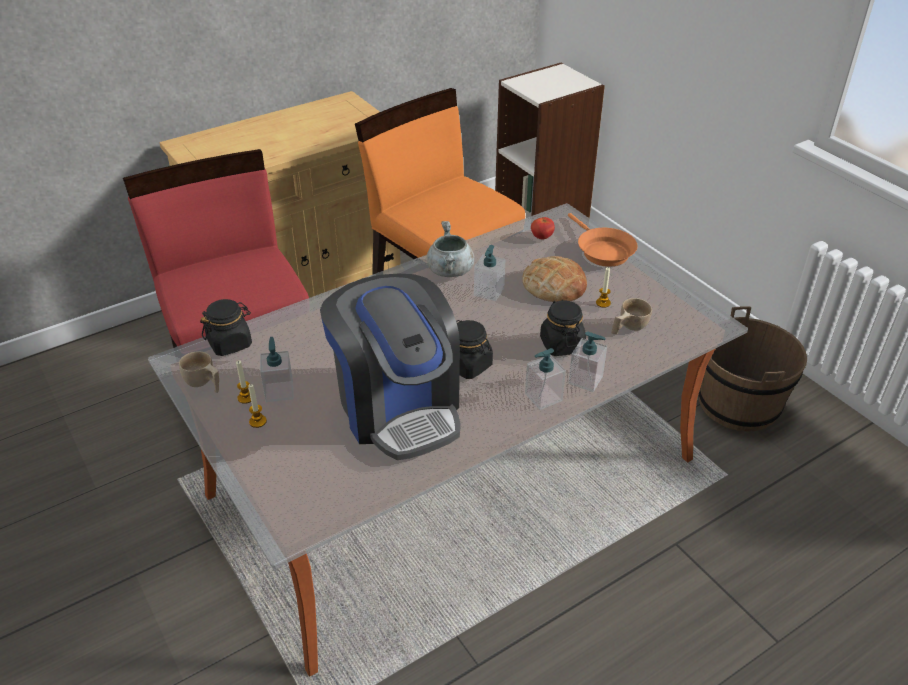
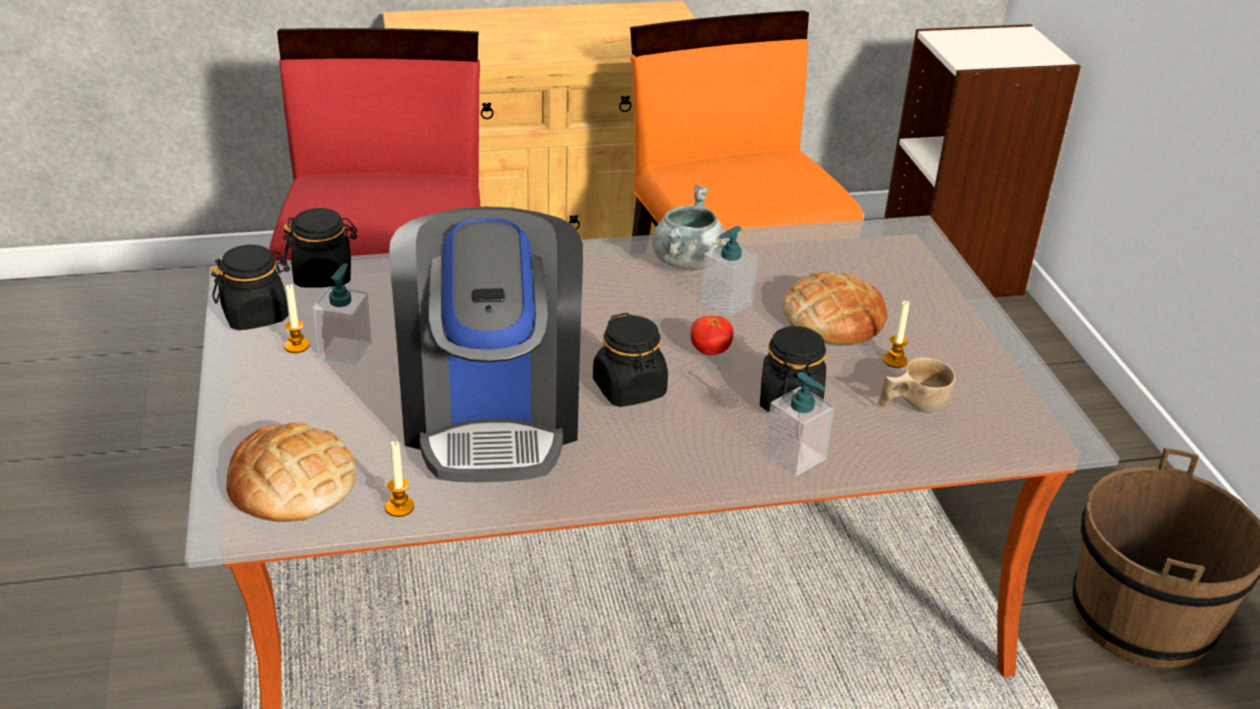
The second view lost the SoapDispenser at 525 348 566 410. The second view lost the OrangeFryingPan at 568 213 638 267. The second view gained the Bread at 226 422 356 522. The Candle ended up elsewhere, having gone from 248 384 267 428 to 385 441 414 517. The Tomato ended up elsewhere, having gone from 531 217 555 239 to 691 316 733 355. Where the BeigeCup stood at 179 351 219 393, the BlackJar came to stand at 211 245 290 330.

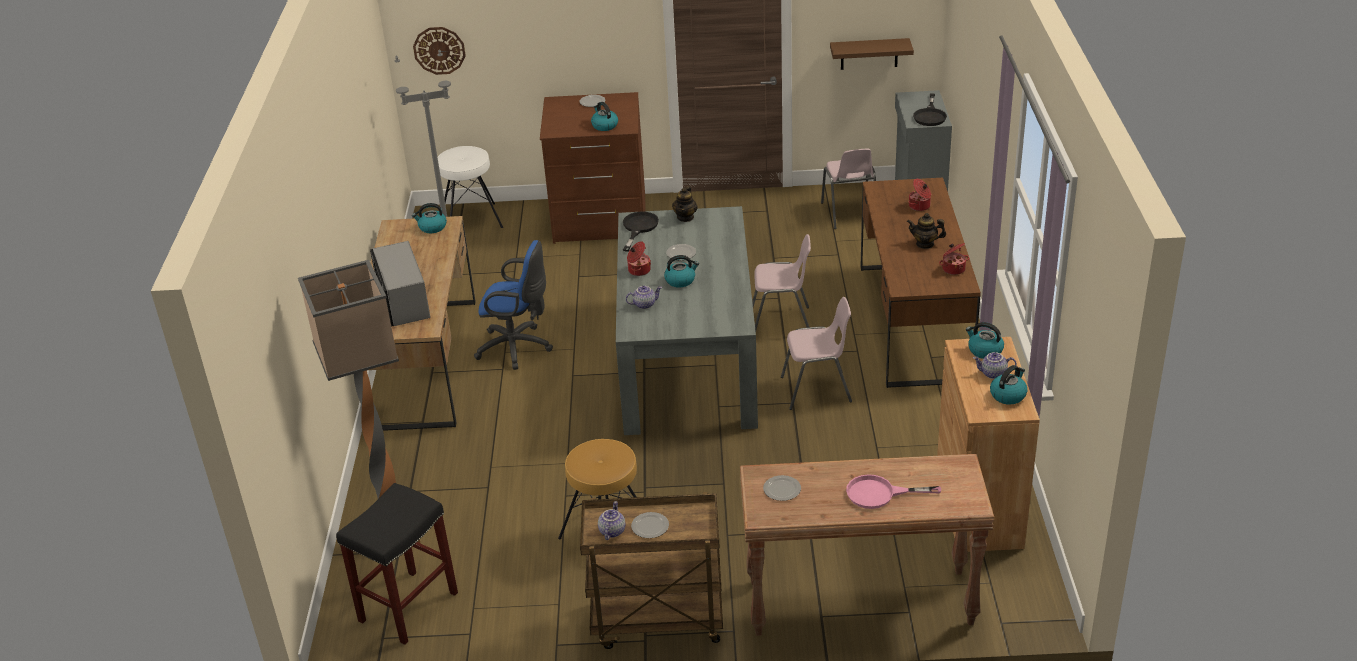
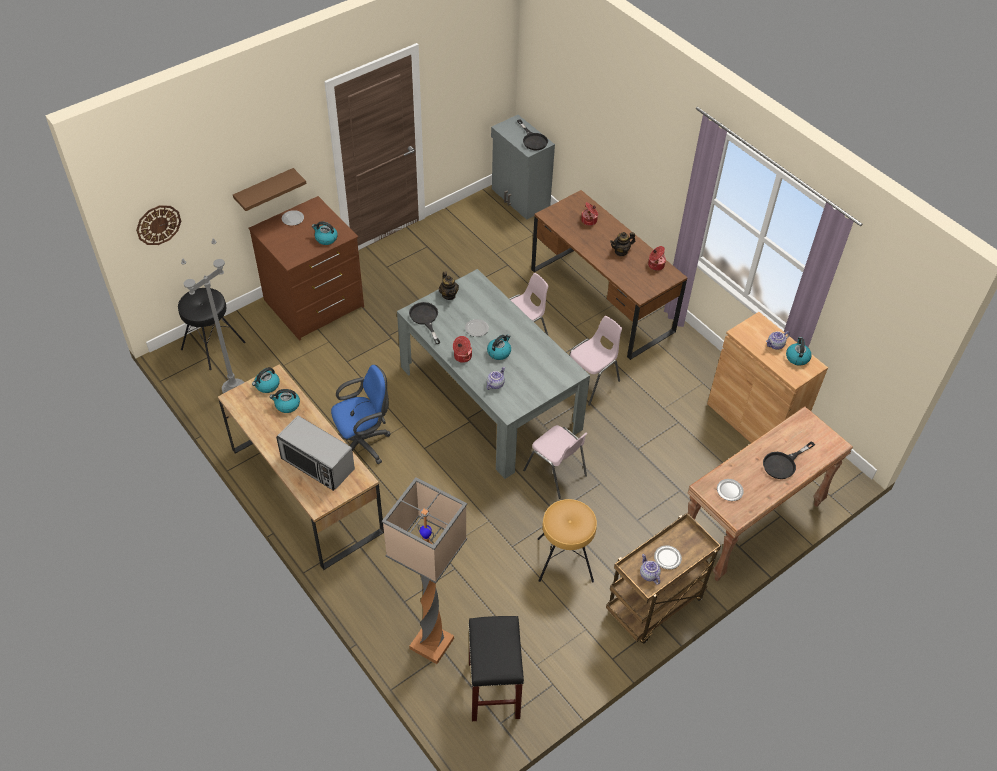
The PinkChair ended up elsewhere, having gone from 821 149 876 229 to 523 425 588 499. The BrownShelf ended up elsewhere, having gone from 830 38 914 70 to 233 168 307 211. The Kettle ended up elsewhere, having gone from 966 322 1004 359 to 269 389 300 413. What was the WhiteStool at 438 146 503 228 turned into the BlackStool at 178 288 246 370. What was the PinkFryingPan at 846 474 941 509 turned into the BlackFryingPan at 763 441 815 479.

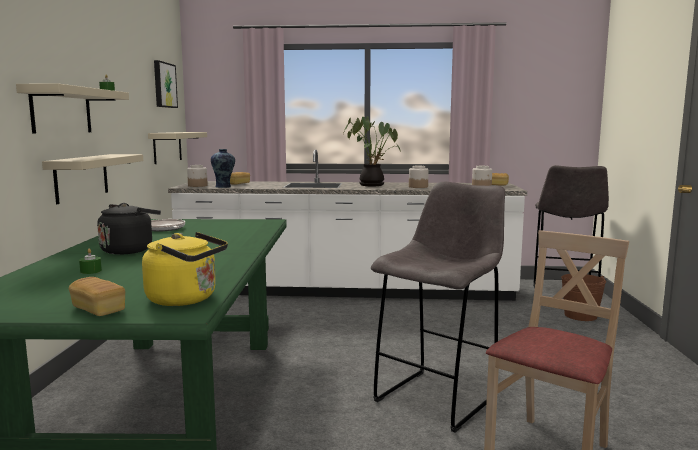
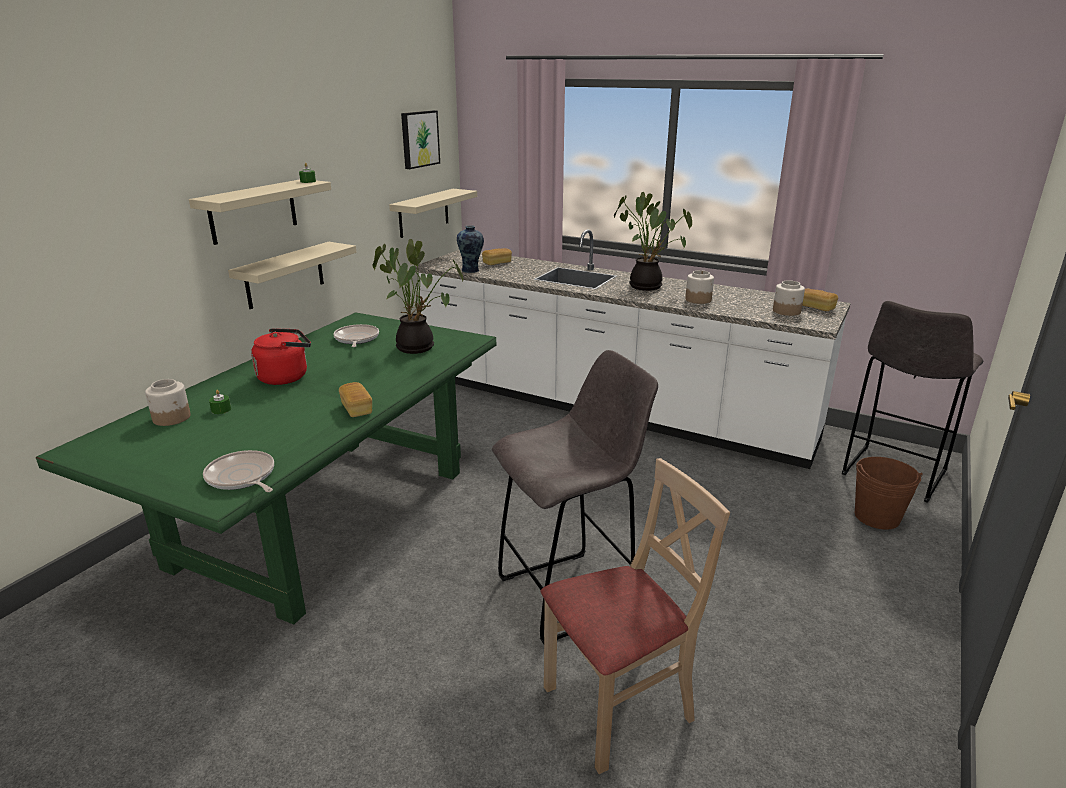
The second view gained the PottedPlant at 372 239 463 354. The Bread ended up elsewhere, having gone from 69 277 125 316 to 339 382 372 417. The Jar ended up elsewhere, having gone from 187 165 208 187 to 145 379 191 426. Where the YellowKettle stood at 142 232 228 306, the FryingPan came to stand at 203 450 274 492. What was the BlackKettle at 97 203 161 255 turned into the RedKettle at 251 328 311 385.

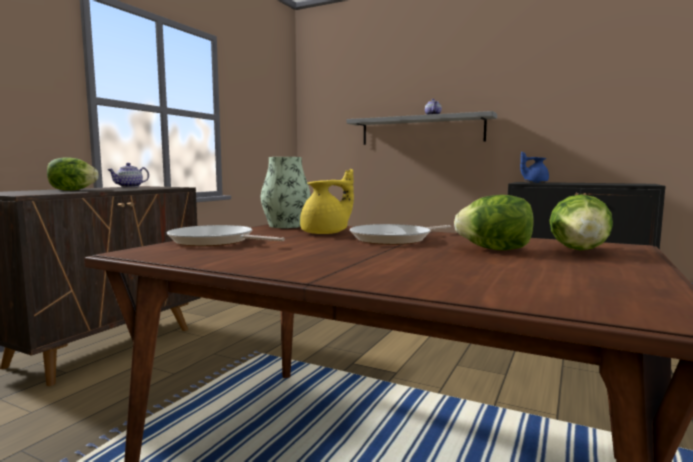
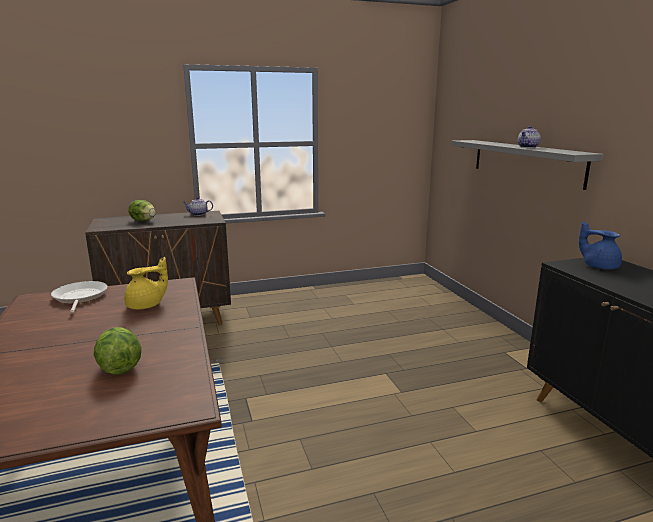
The second view lost the Vase at 261 157 311 228. The second view lost the FryingPan at 350 224 451 245. The second view lost the Lettuce at 549 194 613 250. The YellowTeapot at 300 169 354 234 ended up facing another way, 45 degrees counterclockwise from before.

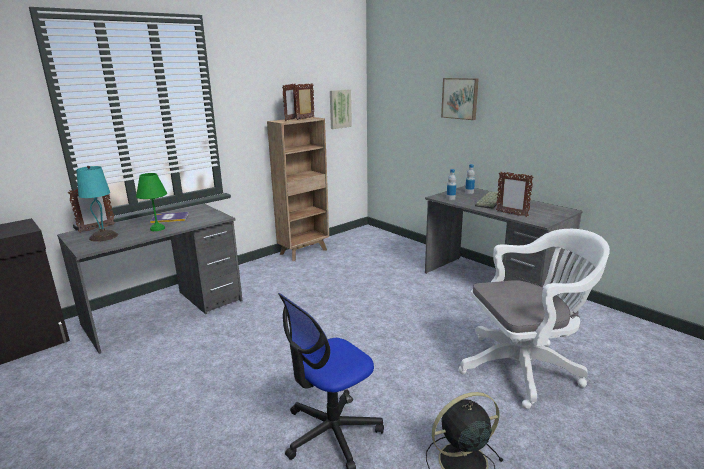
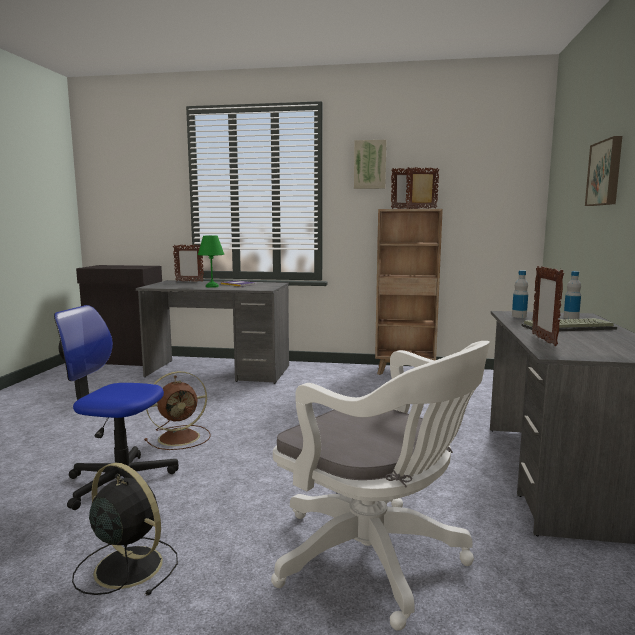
The second view lost the TurquoiseTableLamp at 76 166 118 242. The second view gained the BrownFan at 144 371 211 450. The Picture ended up elsewhere, having gone from 330 89 352 129 to 354 140 387 189.

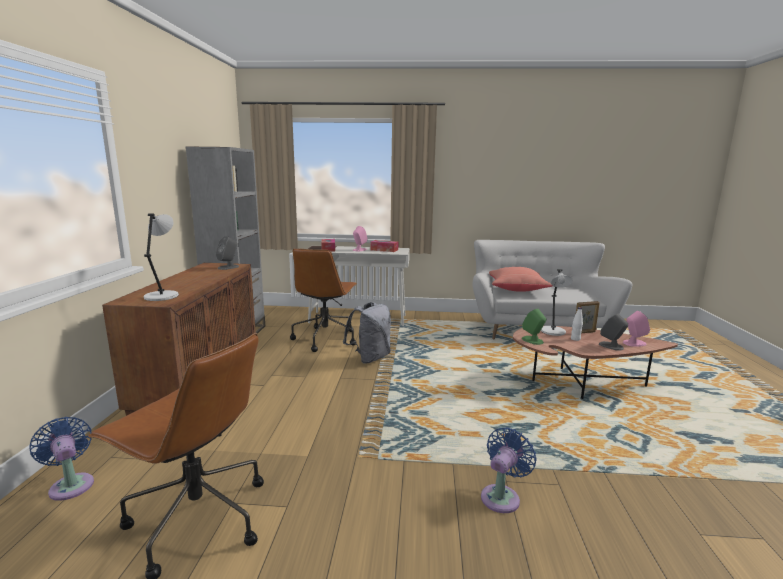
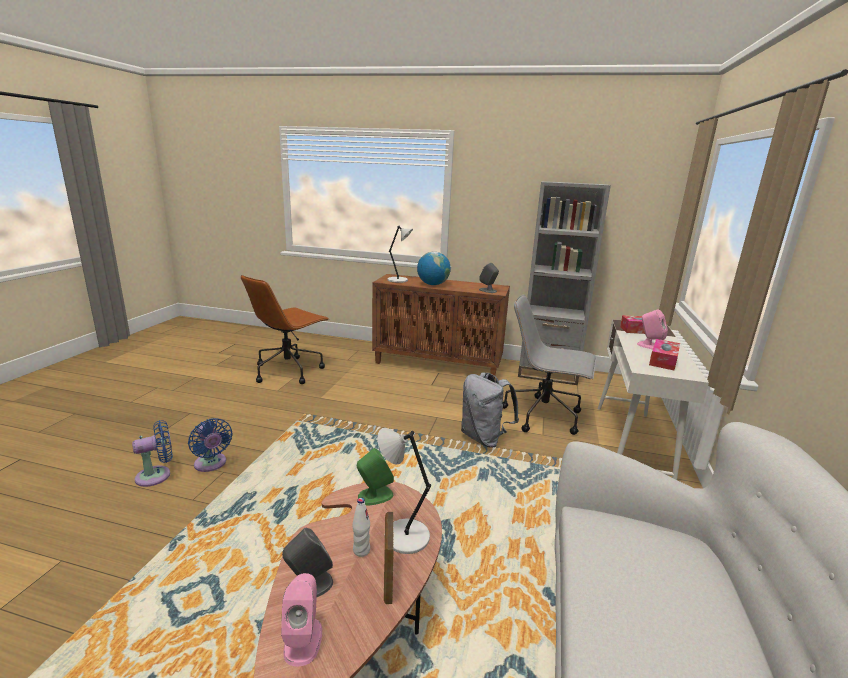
The second view lost the RedPillow at 489 267 553 292. The second view gained the Globe at 417 252 451 285. The BlueFan ended up elsewhere, having gone from 29 417 94 501 to 132 421 173 487. What was the BrownOfficeChair at 290 248 357 352 turned into the GreyOfficeChair at 502 295 597 435.

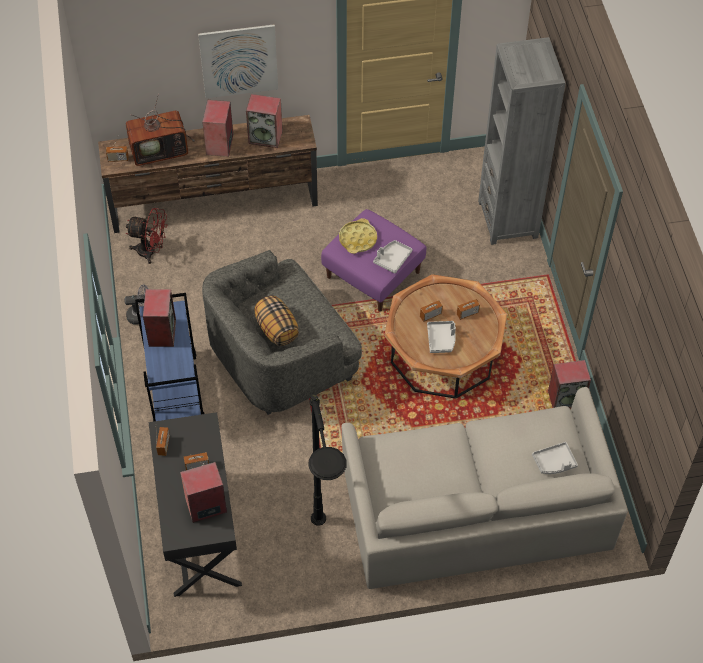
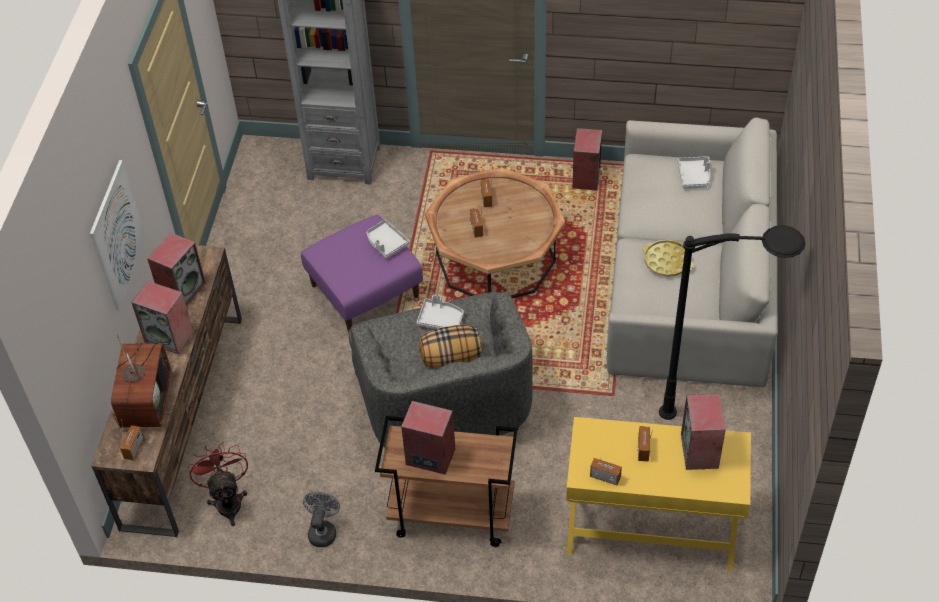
The YellowTray ended up elsewhere, having gone from 339 218 377 254 to 642 240 693 277. The GreyTray ended up elsewhere, having gone from 427 321 456 353 to 416 295 464 329. What was the BlueCart at 135 293 205 422 turned into the BrownCart at 375 416 518 547. What was the BlackDesk at 149 412 242 597 turned into the YellowDesk at 566 417 751 572. The RedFan at 126 208 167 264 ended up facing another way, 45 degrees counterclockwise from before.

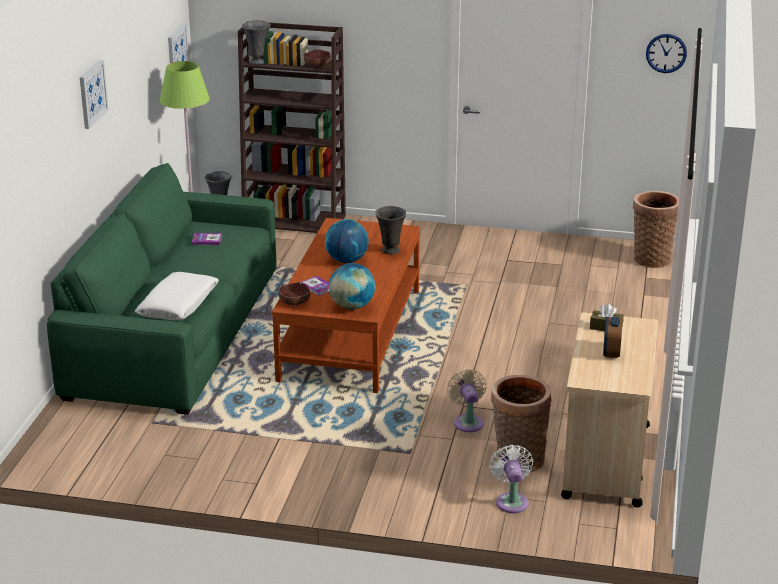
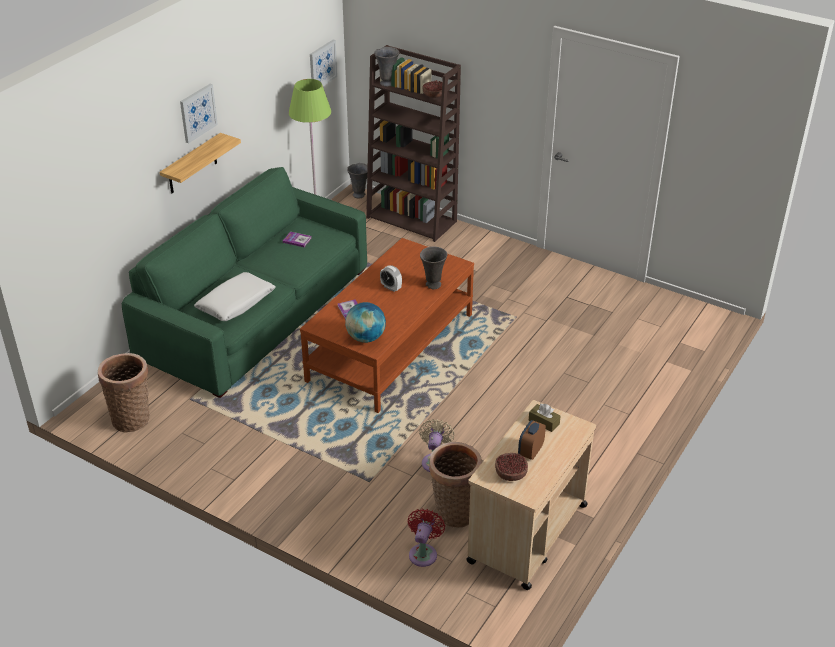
The second view lost the WallClock at 646 34 687 73. The second view gained the Shelf at 160 133 241 193. The Bowl ended up elsewhere, having gone from 278 282 310 305 to 495 453 528 481. The Basket ended up elsewhere, having gone from 633 191 679 268 to 98 353 150 432. Where the Globe stood at 325 219 369 263, the AlarmClock came to stand at 380 265 402 292. What was the WhiteFan at 490 445 533 513 turned into the RedFan at 408 509 445 567.

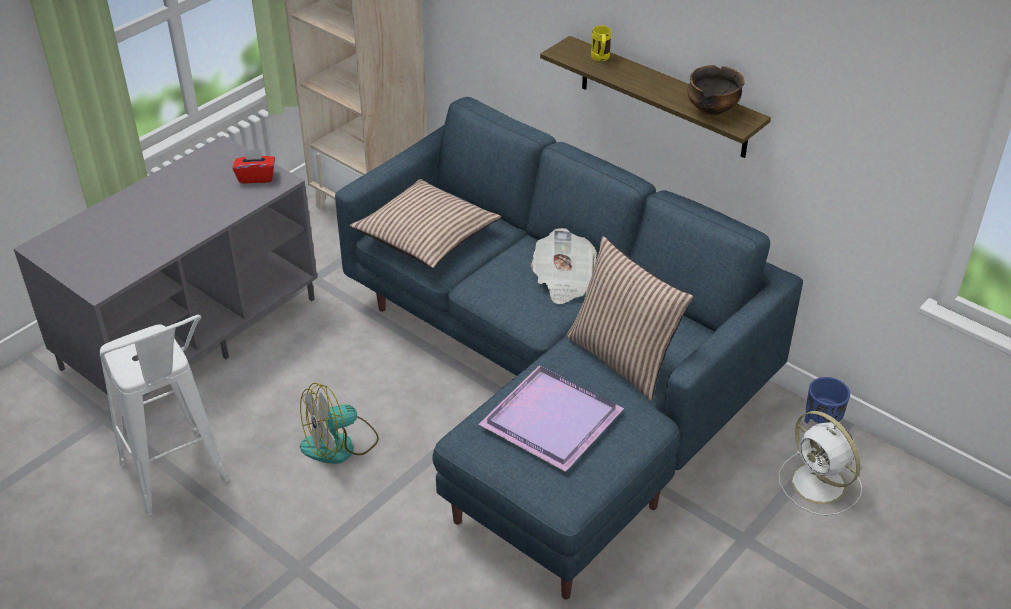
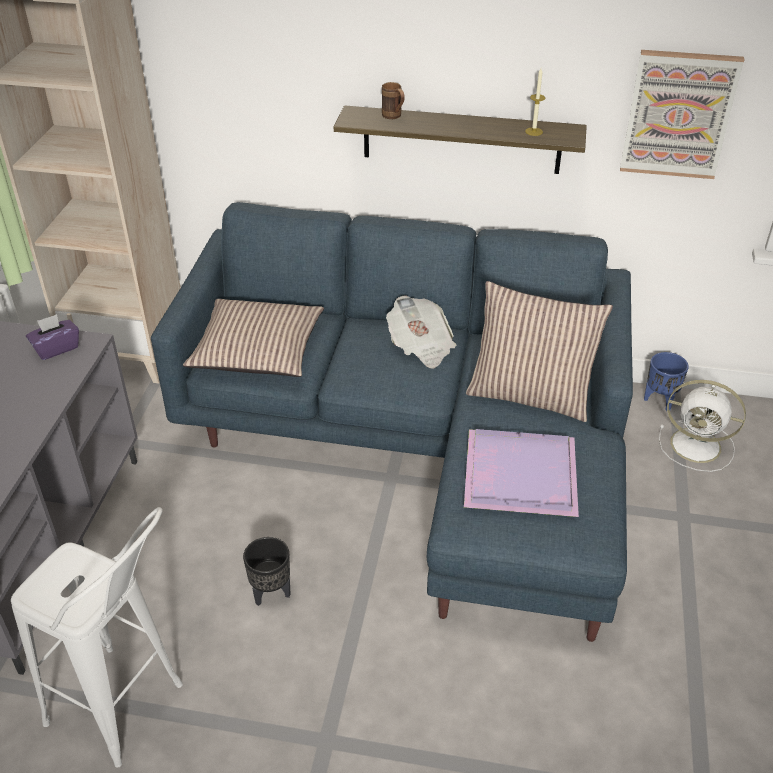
The second view gained the Picture at 620 50 745 179. Where the Fan stood at 300 383 379 464, the BlackPlanter came to stand at 243 537 290 606. Where the Bowl stood at 687 65 745 115, the Candle came to stand at 525 69 545 136. What was the RedTissueBox at 233 149 275 184 turned into the PurpleTissueBox at 26 314 79 360. What was the YellowMug at 591 25 611 61 turned into the BrownMug at 382 82 405 119.

